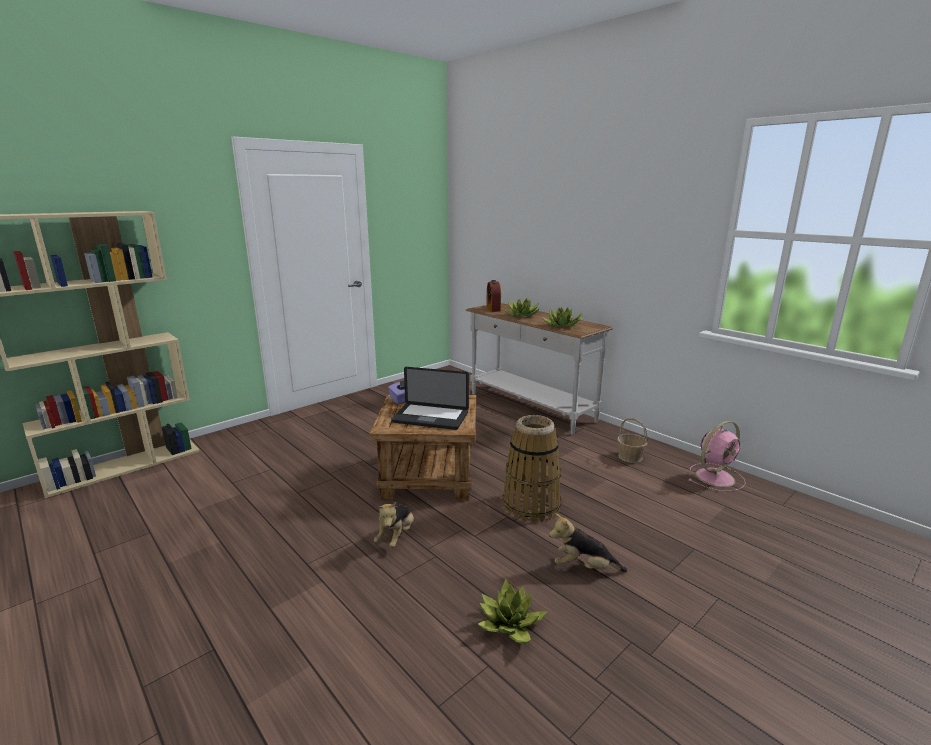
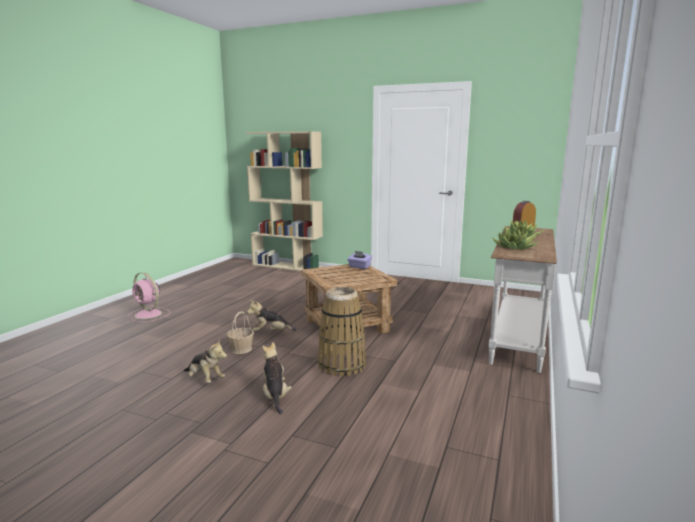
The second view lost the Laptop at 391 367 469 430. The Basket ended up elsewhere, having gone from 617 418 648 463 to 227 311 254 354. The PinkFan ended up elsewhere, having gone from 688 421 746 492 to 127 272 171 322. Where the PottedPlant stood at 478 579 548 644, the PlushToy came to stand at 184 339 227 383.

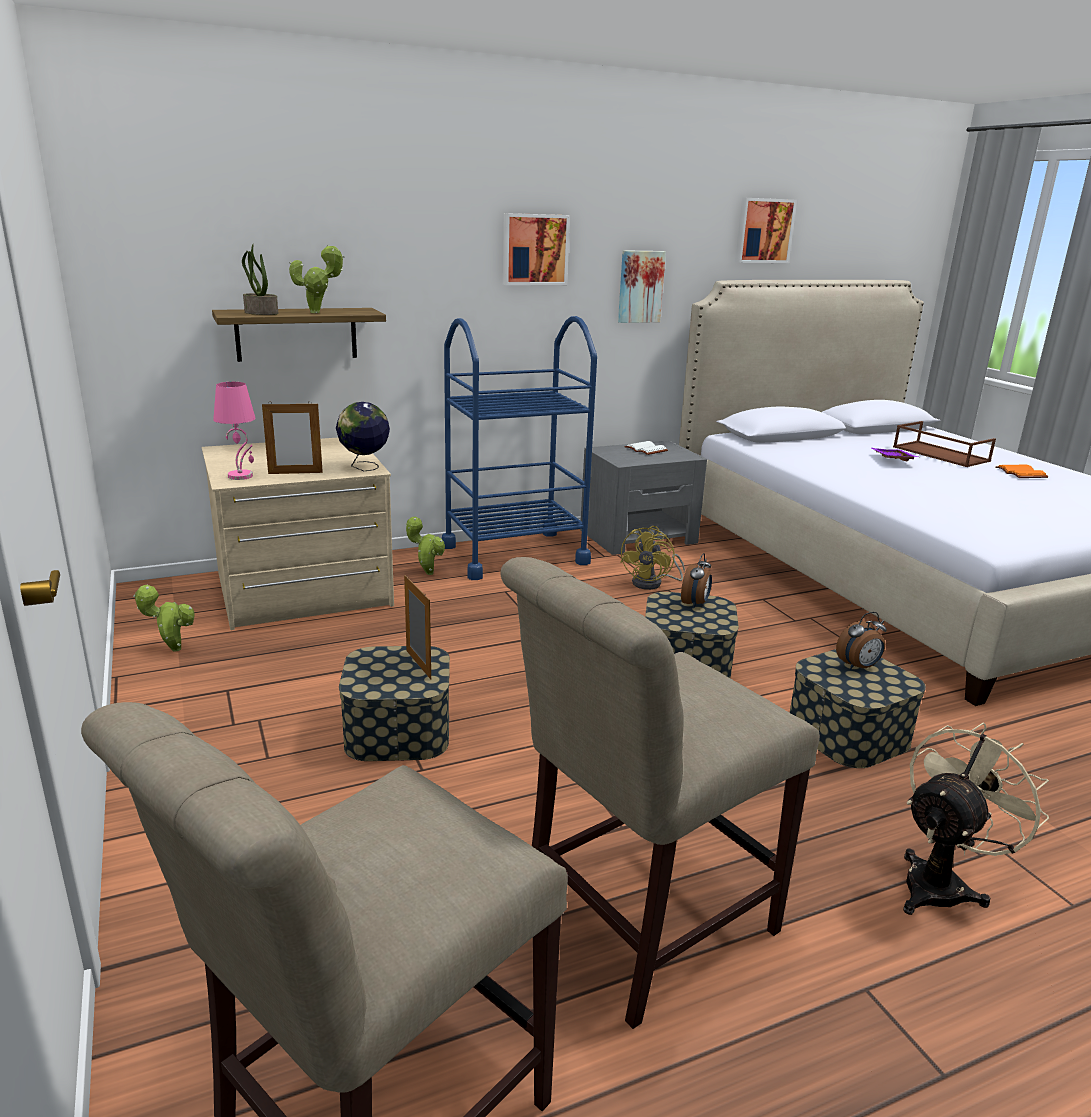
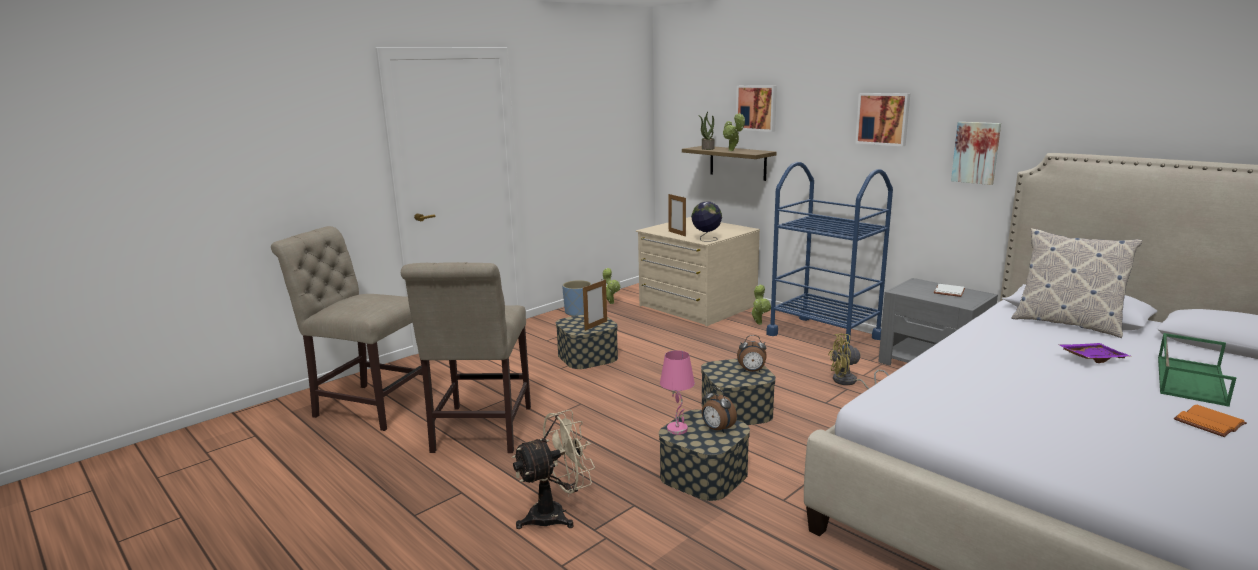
The second view gained the BluePlanter at 562 280 591 317. The second view gained the Pillow at 1011 228 1142 338. The PinkTableLamp ended up elsewhere, having gone from 213 382 256 480 to 660 350 695 435. The Picture ended up elsewhere, having gone from 735 198 797 263 to 736 85 777 132. What was the BrownTray at 893 421 996 467 turned into the GreenTray at 1158 333 1236 407. The BeigeChair at 500 557 820 1029 ended up facing another way, 120 degrees counterclockwise from before. The BeigeFan at 903 722 1049 915 ended up facing another way, 60 degrees counterclockwise from before.

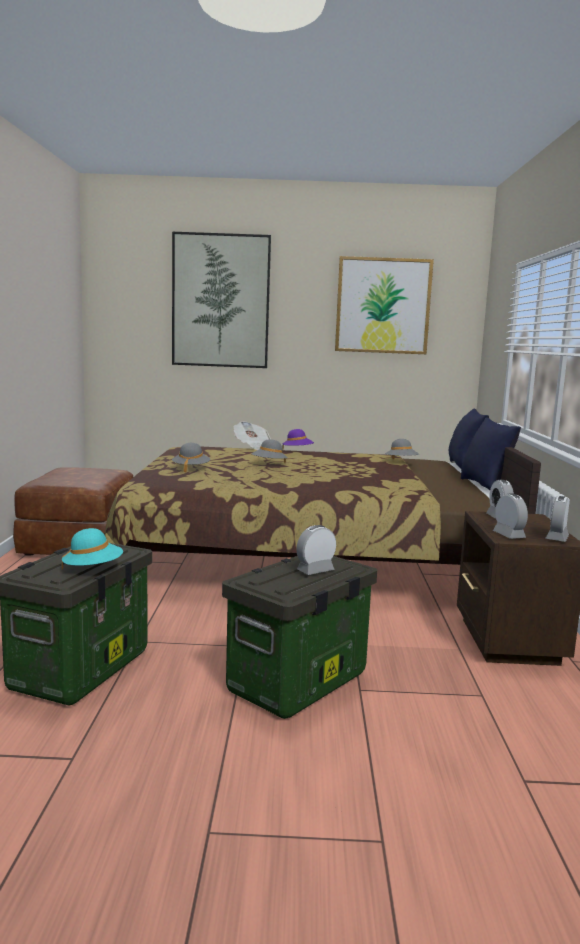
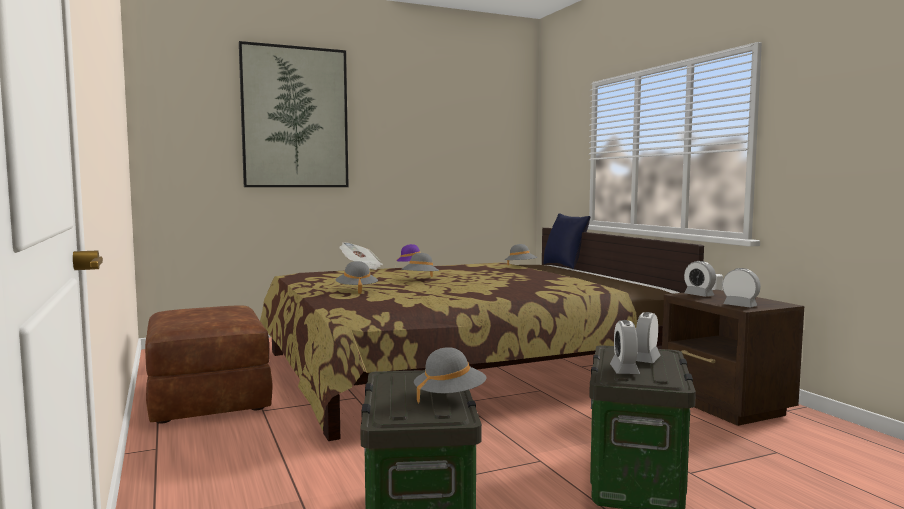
The second view lost the Picture at 335 256 434 354. The second view lost the BluePillow at 461 417 521 490. The AlarmClock ended up elsewhere, having gone from 546 496 569 542 to 610 320 640 374. What was the TurquoiseHat at 62 528 123 569 turned into the GreyHat at 414 347 487 404.

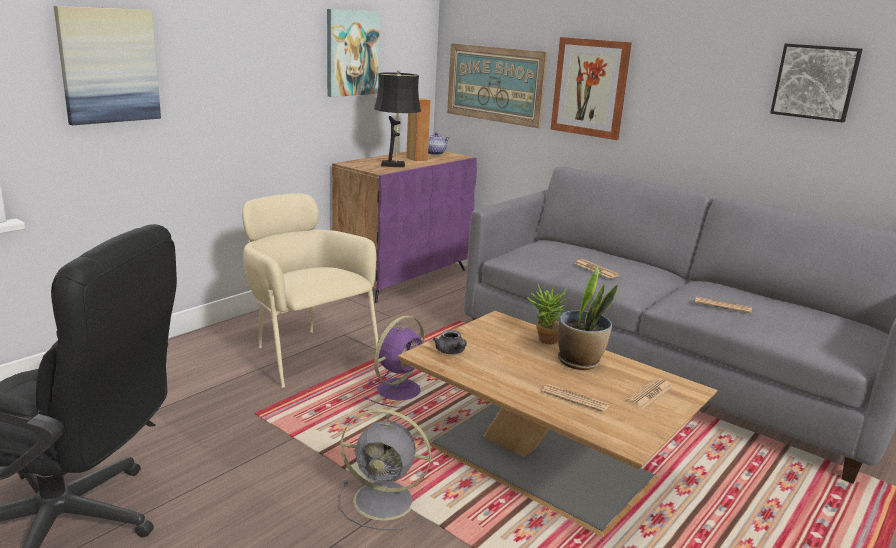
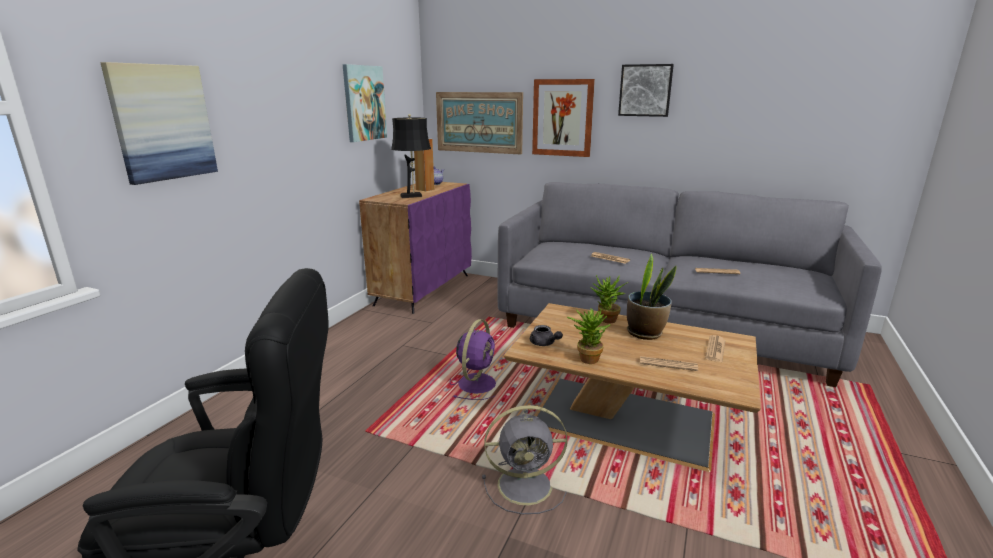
The second view lost the BeigeArmchair at 242 193 378 388. The second view gained the PottedPlant at 567 307 611 364. The Picture ended up elsewhere, having gone from 770 44 863 122 to 618 64 674 117.

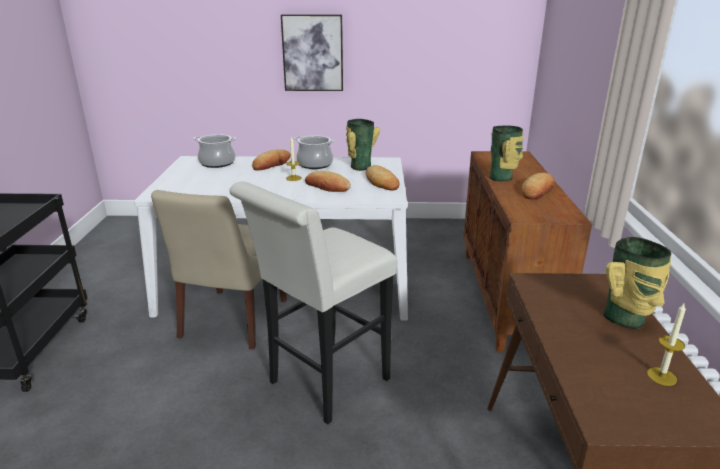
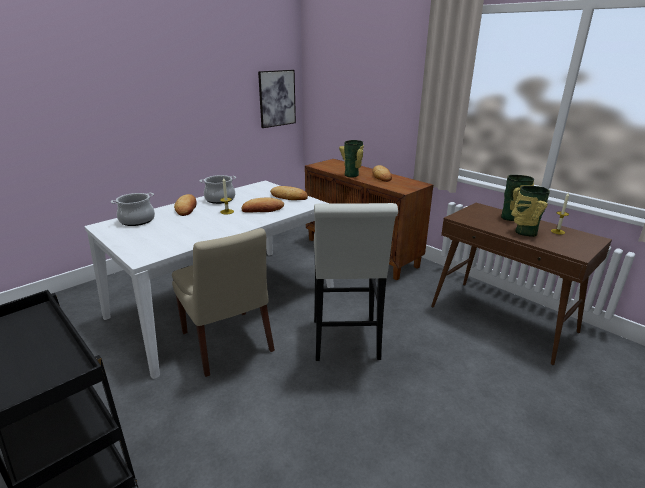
The Picture ended up elsewhere, having gone from 281 14 343 91 to 258 70 296 128. The Vase ended up elsewhere, having gone from 346 119 380 171 to 511 186 550 237.

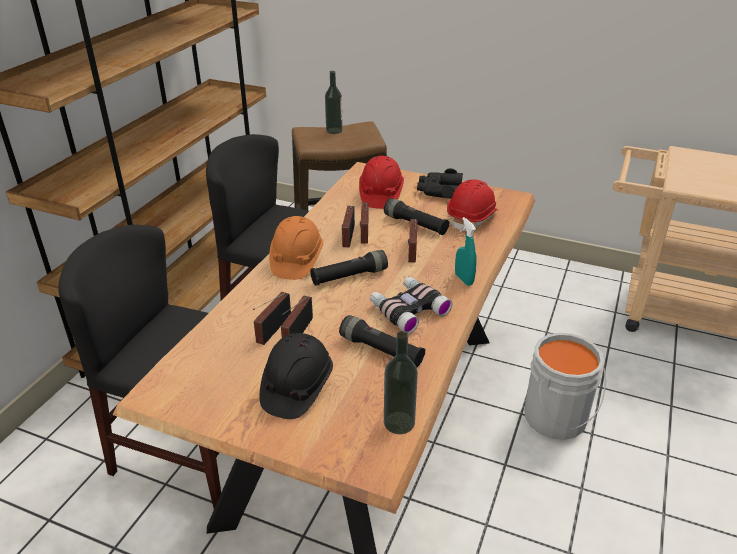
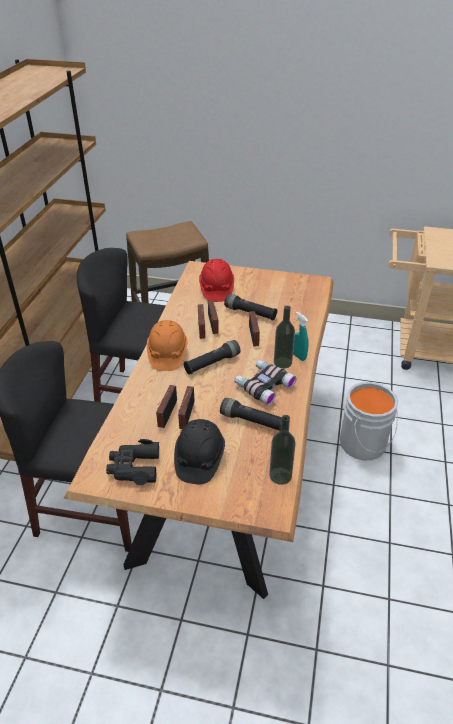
The second view lost the RedHardHat at 447 179 498 233. The Bottle ended up elsewhere, having gone from 325 71 343 134 to 274 306 295 369. The BlackBinoculars ended up elsewhere, having gone from 417 168 463 199 to 106 439 159 485.

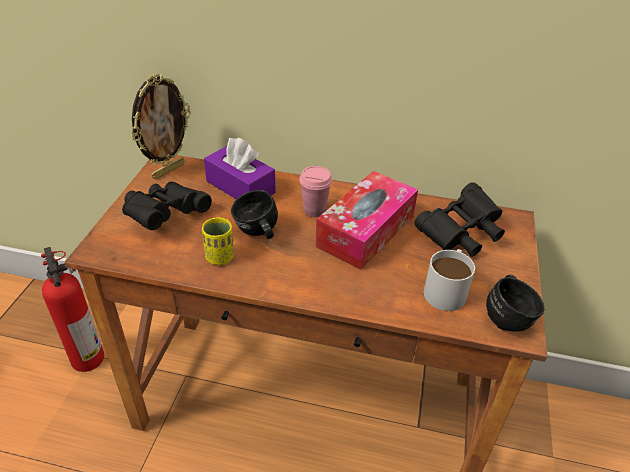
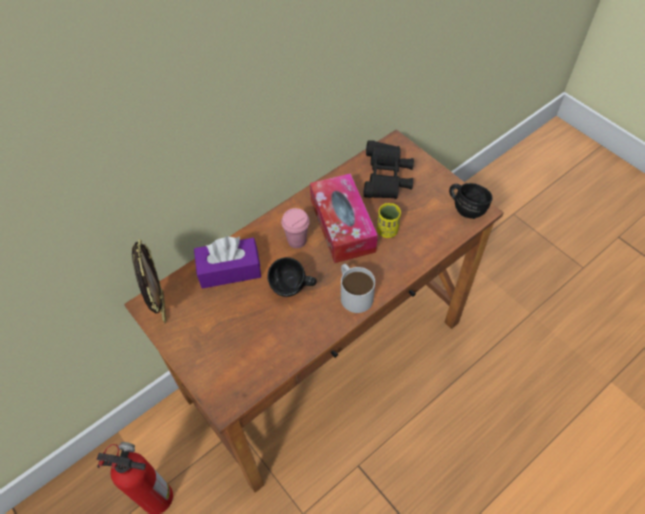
The second view lost the BlackBinoculars at 122 182 212 230. The YellowCup ended up elsewhere, having gone from 202 217 234 265 to 377 203 401 238. The WhiteMug ended up elsewhere, having gone from 424 249 475 311 to 341 264 375 313.

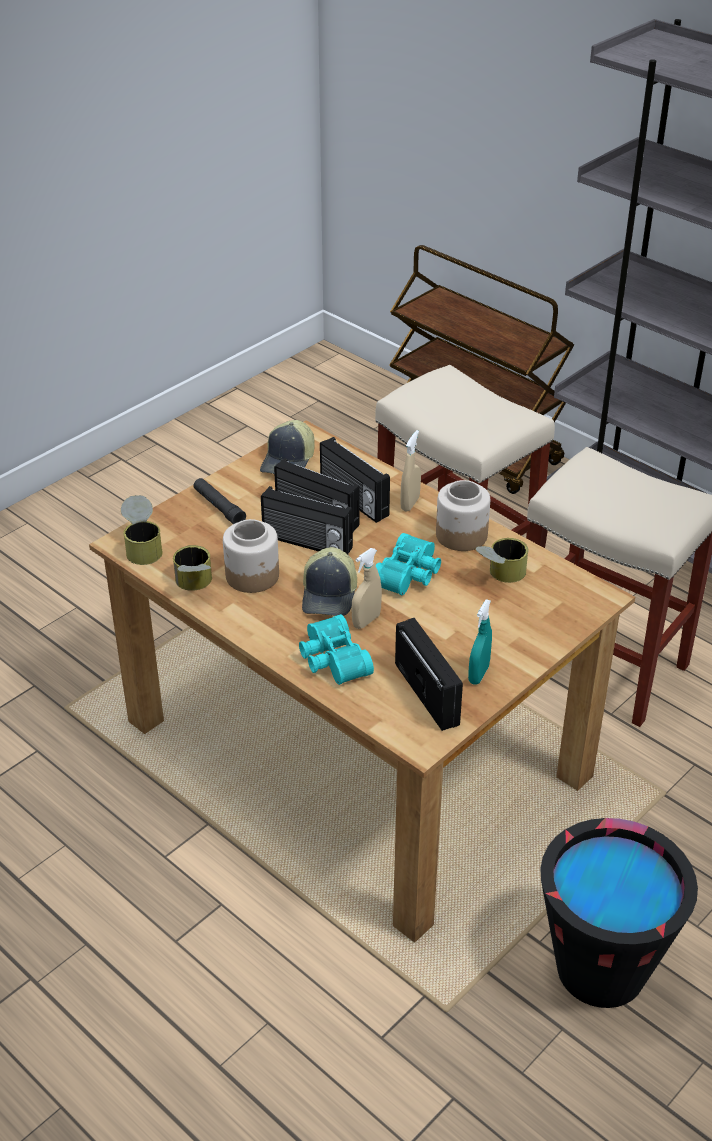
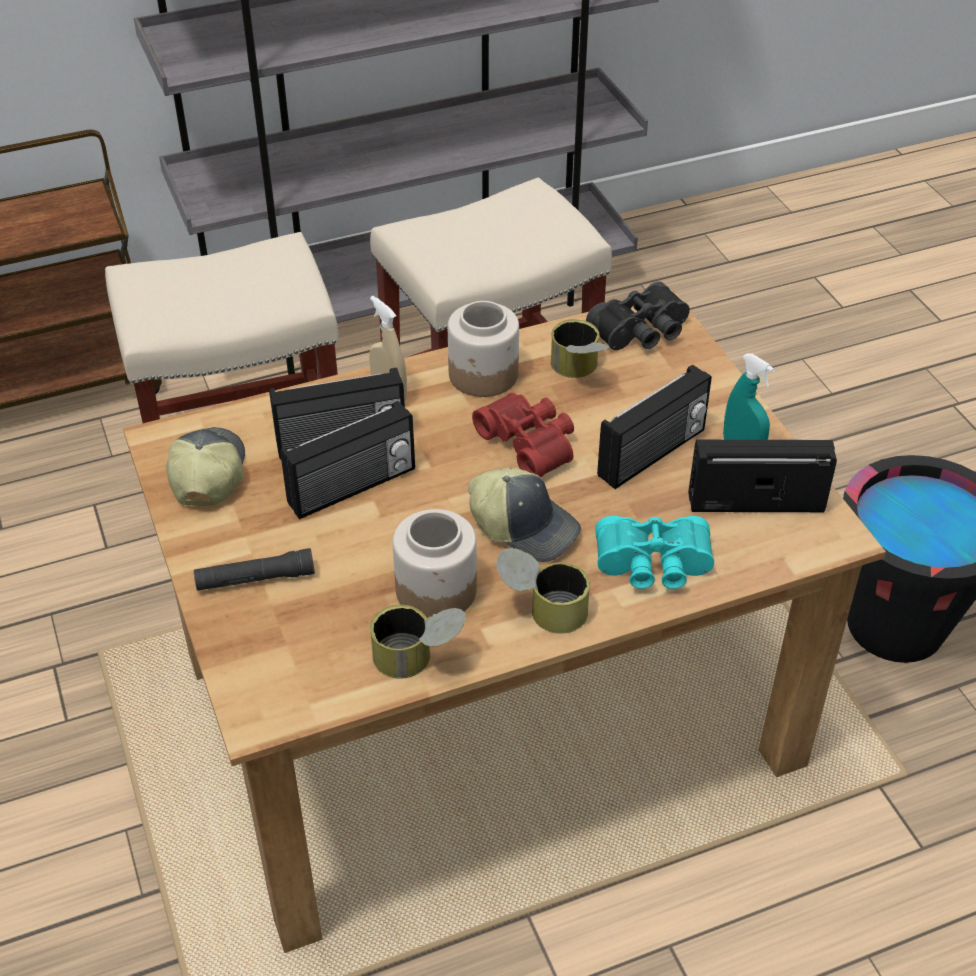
The second view lost the BeigeSprayBottle at 351 548 382 629. The second view gained the BlackBinoculars at 586 282 690 350. The Can ended up elsewhere, having gone from 121 495 163 565 to 496 548 590 634. The Radio ended up elsewhere, having gone from 261 486 353 554 to 597 365 712 489. What was the TurquoiseBinoculars at 376 533 441 596 turned into the RedBinoculars at 472 393 574 477. The Cap at 260 420 315 474 ended up facing another way, 135 degrees counterclockwise from before.

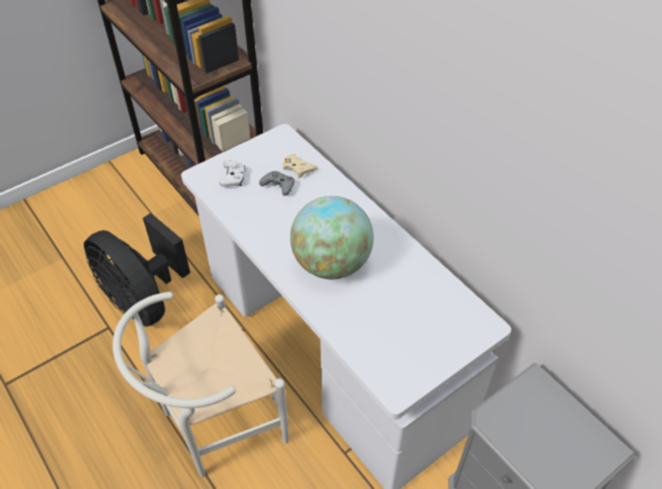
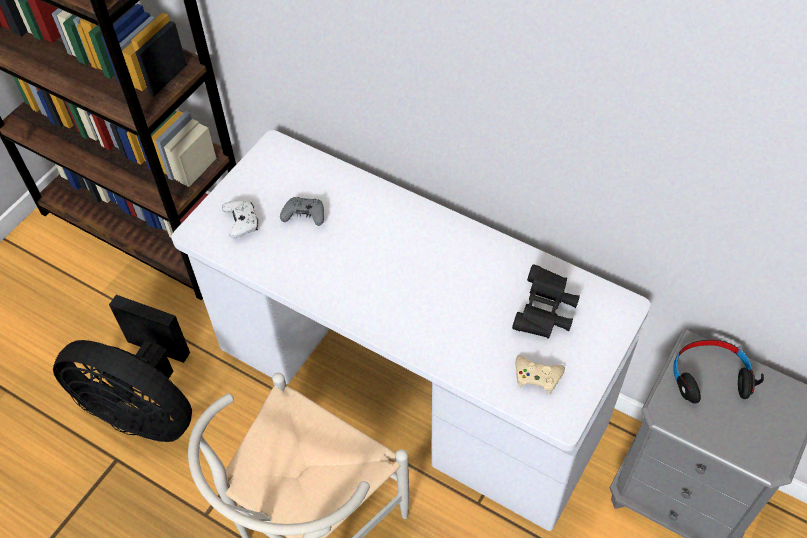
The second view lost the Globe at 290 196 374 279. The second view gained the BlackBinoculars at 512 265 580 339. The second view gained the BlackHeadphones at 673 340 764 403. The BeigeGameController ended up elsewhere, having gone from 283 154 318 178 to 516 355 565 395.

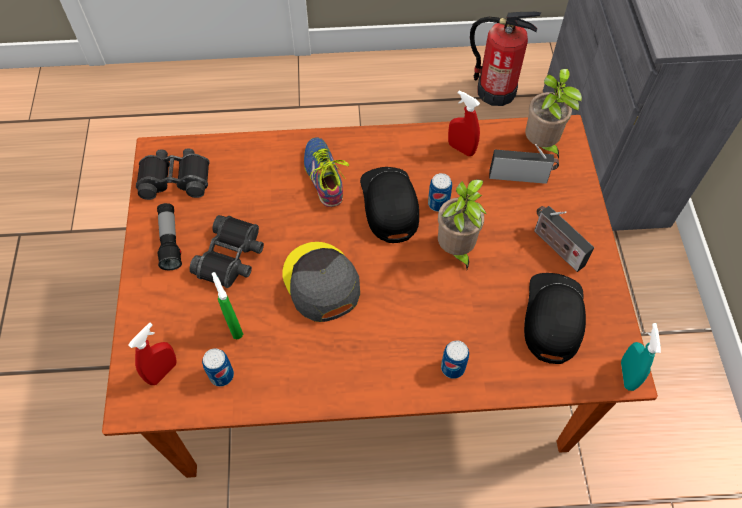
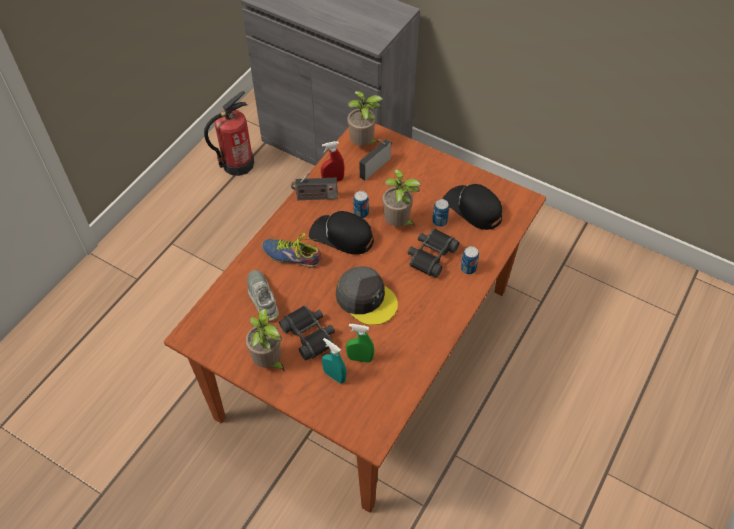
The second view lost the RedSprayBottle at 128 323 176 385. The second view gained the GreyShoe at 247 270 279 321. The BlackBinoculars ended up elsewhere, having gone from 136 148 210 200 to 408 229 459 278. The Can ended up elsewhere, having gone from 202 348 234 386 to 432 199 449 227. The Radio ended up elsewhere, having gone from 534 206 594 272 to 291 172 338 200. The TurquoiseSprayBottle ended up elsewhere, having gone from 621 323 661 391 to 322 338 347 384. Where the Flashlight stood at 157 203 182 270, the PottedPlant came to stand at 246 309 285 372. The GreyCap at 282 242 360 322 ended up facing another way, 150 degrees counterclockwise from before.

